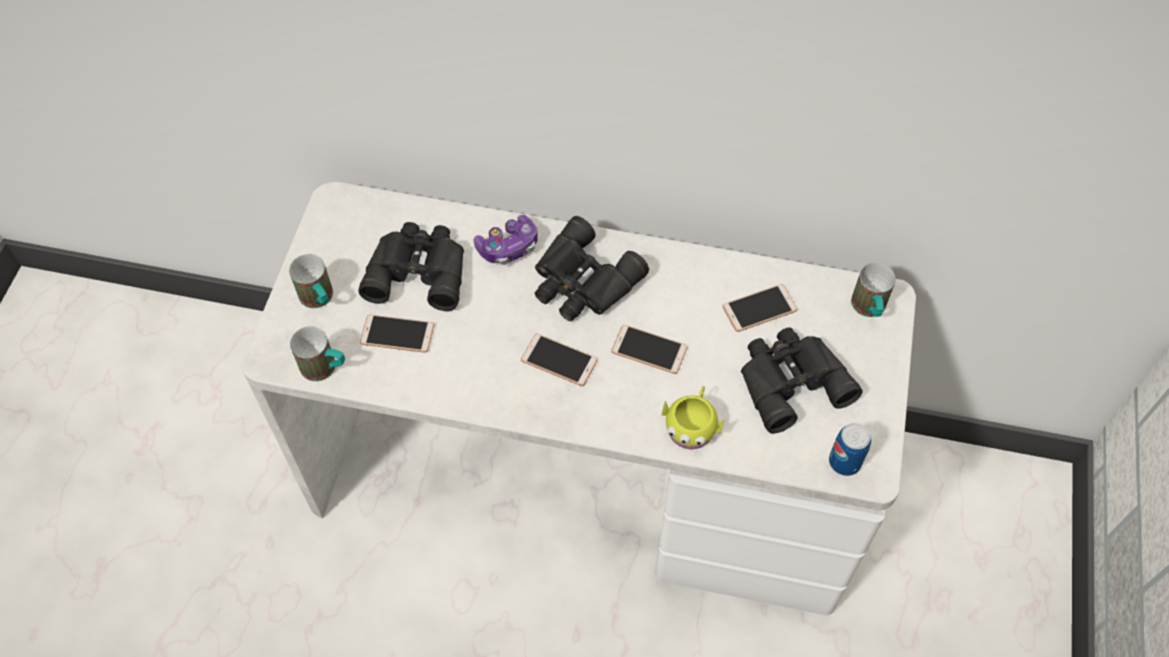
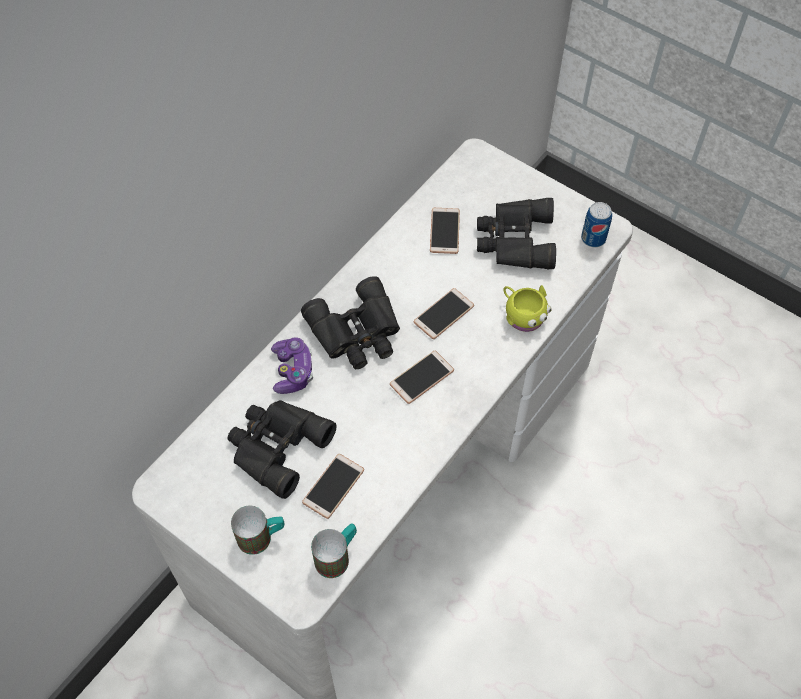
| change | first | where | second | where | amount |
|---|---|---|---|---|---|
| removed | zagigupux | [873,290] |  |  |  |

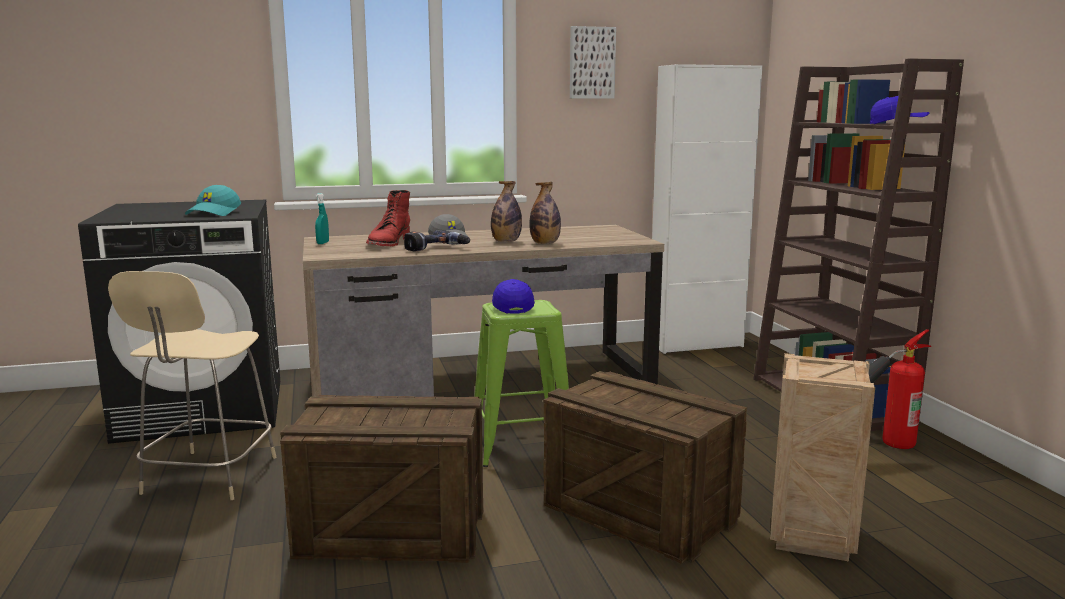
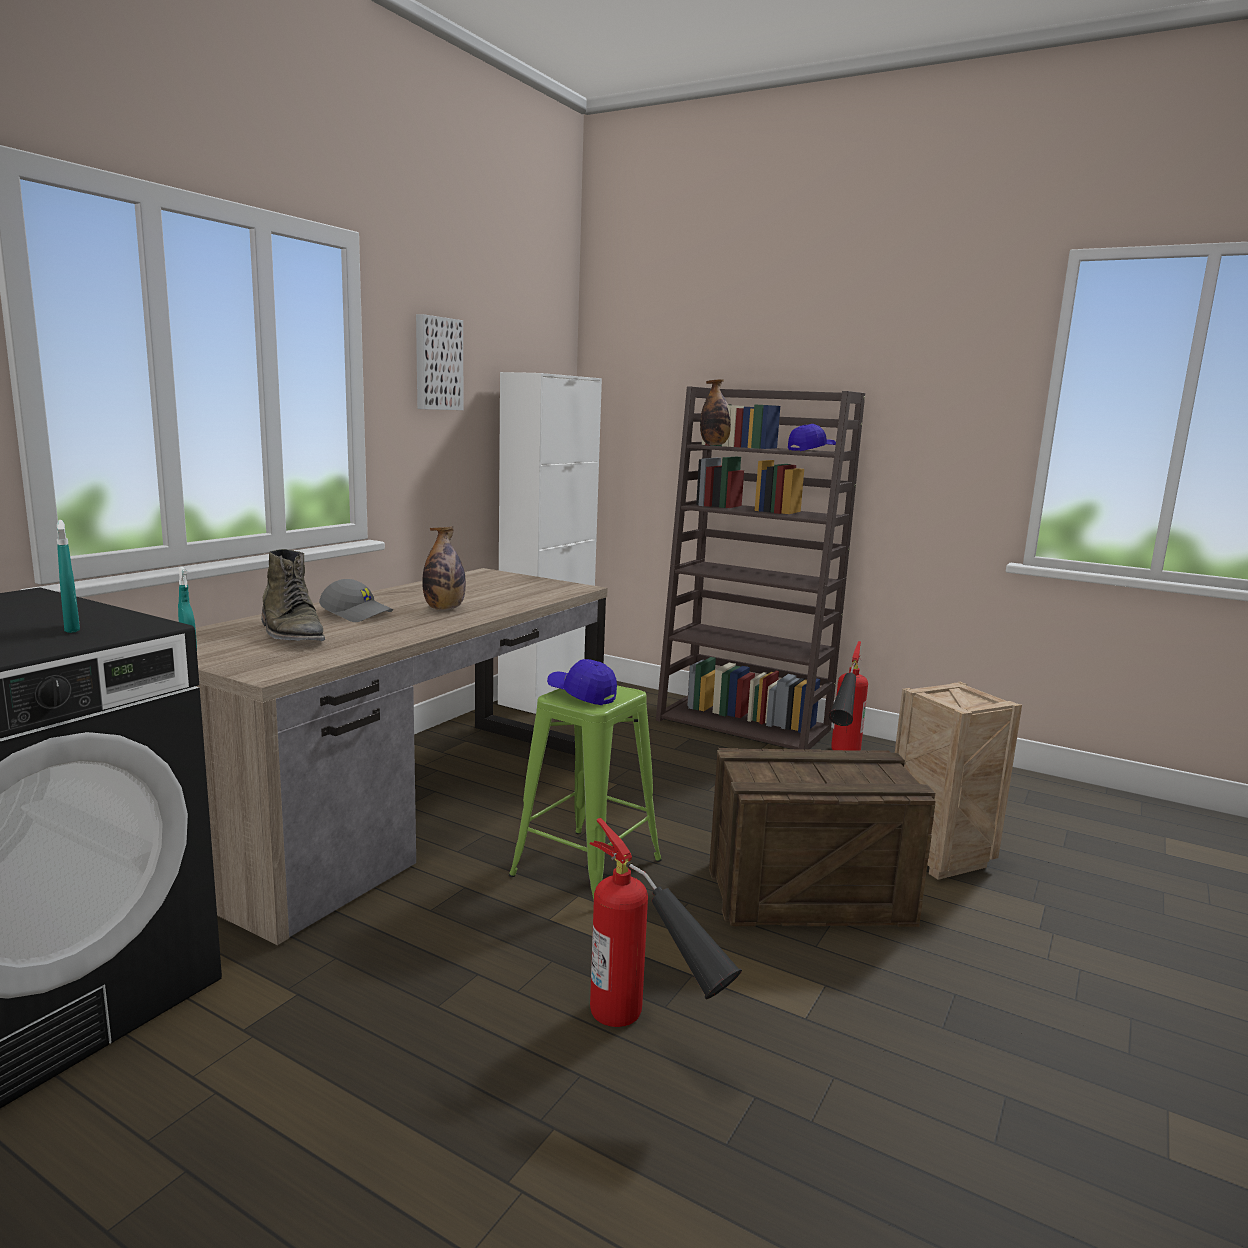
| change | first | where | second | where | amount |
|---|---|---|---|---|---|
| removed | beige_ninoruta | [192,385] |  |  |  |
| removed | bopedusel | [437,241] |  |  |  |
| moved | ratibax | [545,213] |  | [715,412] |  |
| replaced | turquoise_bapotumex | [213,200] | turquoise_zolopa | [68,576] |  |
| replaced | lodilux | [382,479] | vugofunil | [666,922] |  |
| recoloured | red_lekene | [388,218] | green_lekene | [293,595] |  |

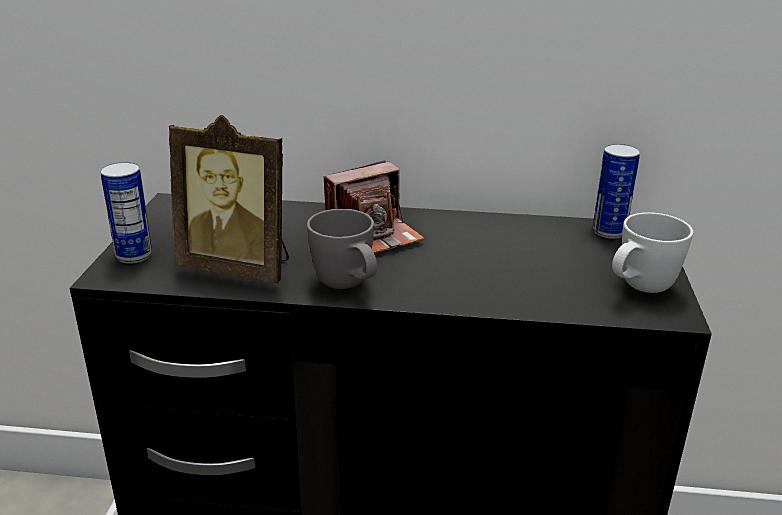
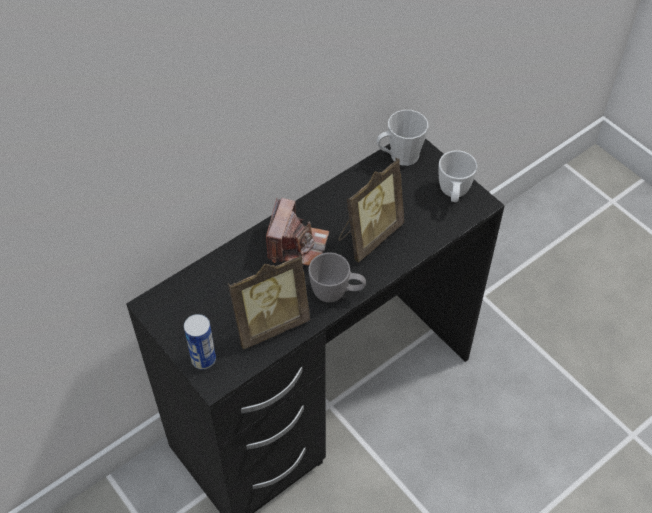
| change | first | where | second | where | amount |
|---|---|---|---|---|---|
| added |  |  | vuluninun | [371,210] |  |
| replaced | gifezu | [616,191] | grey_zagigupux | [402,138] |  |

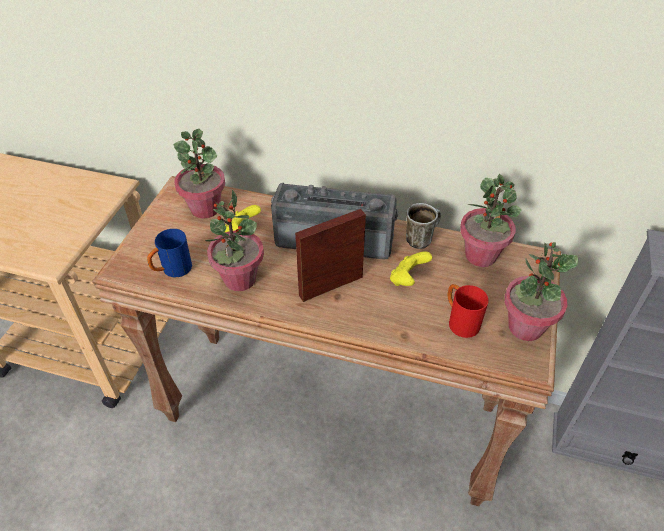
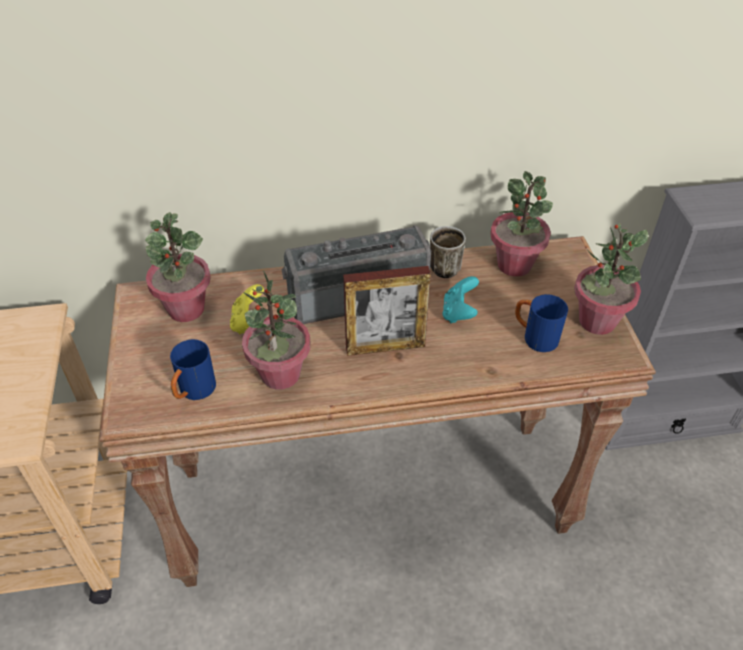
| change | first | where | second | where | amount |
|---|---|---|---|---|---|
| recoloured | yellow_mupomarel | [411,269] | turquoise_mupomarel | [460,299] |  |
| recoloured | red_zagigupux | [468,311] | blue_zagigupux | [541,323] |  |
| turned | vuluninun | [330,255] |  | [387,311] | 135 degrees counterclockwise |

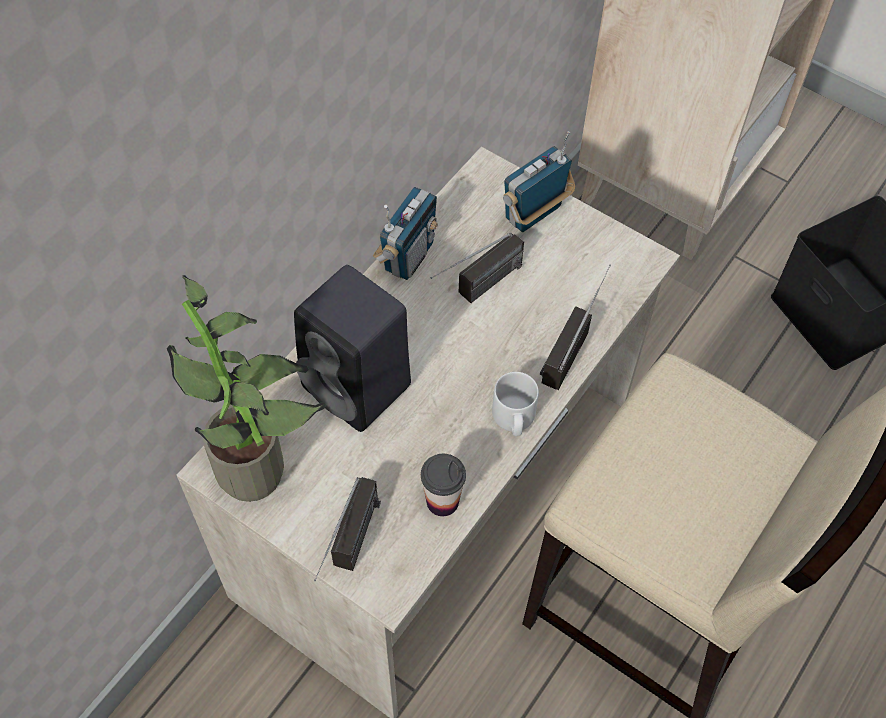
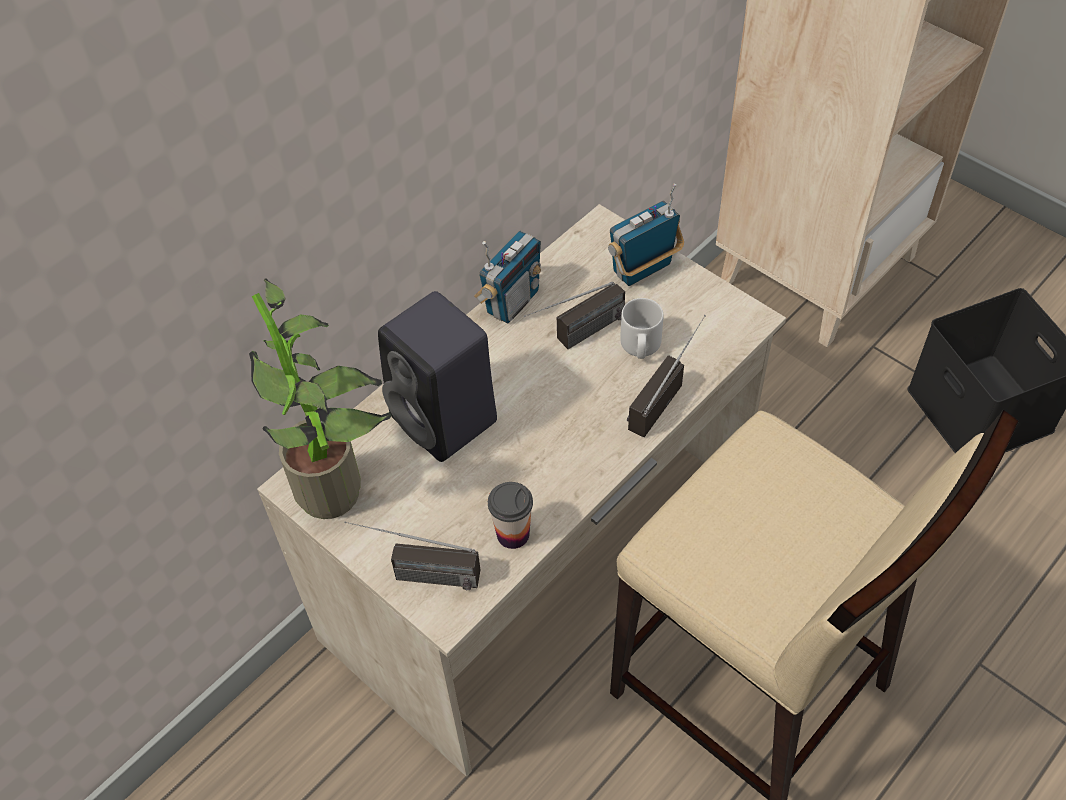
| change | first | where | second | where | amount |
|---|---|---|---|---|---|
| moved | grey_zagigupux | [515,404] |  | [641,328] |  |
| turned | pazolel | [347,529] |  | [412,555] | 75 degrees clockwise |

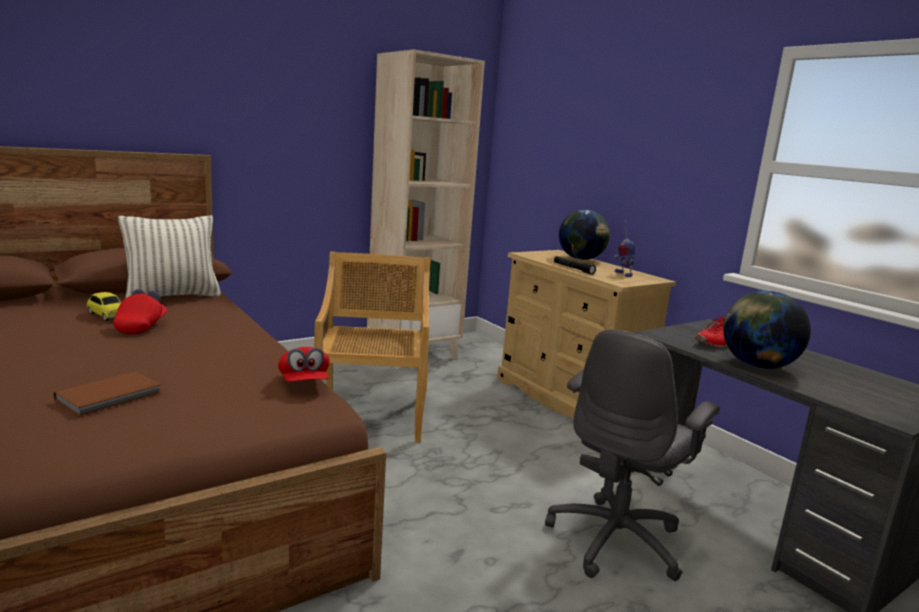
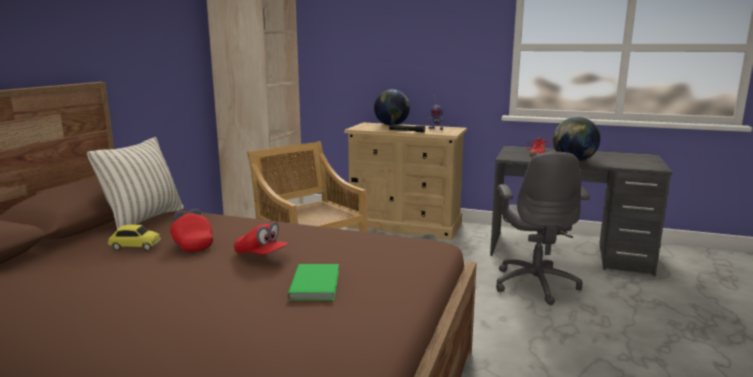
| change | first | where | second | where | amount |
|---|---|---|---|---|---|
| moved | red_bapotumex | [304,364] |  | [261,238] |  |
| recoloured | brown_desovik | [107,394] | green_desovik | [313,282] |  |

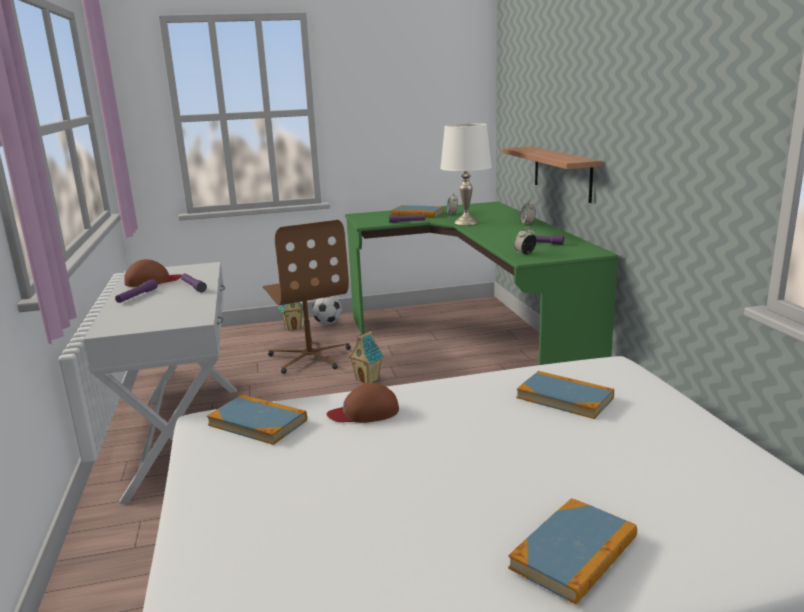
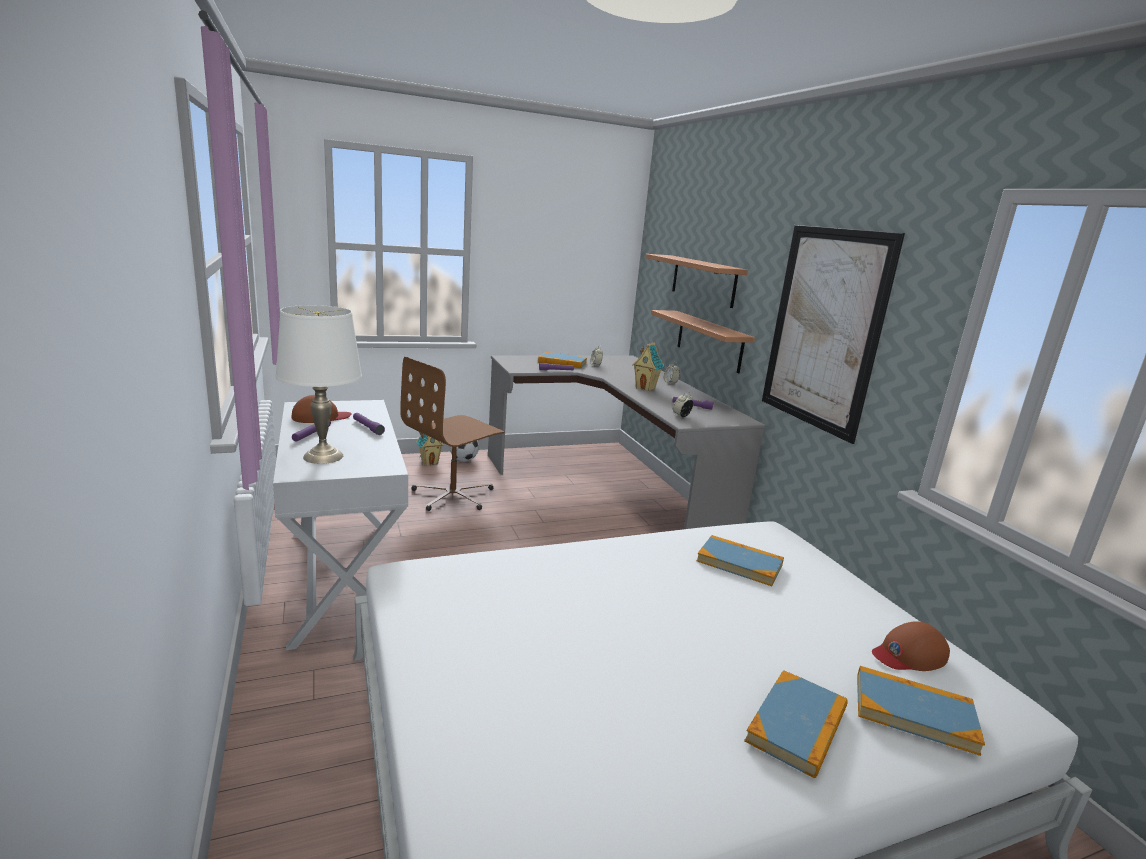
| change | first | where | second | where | amount |
|---|---|---|---|---|---|
| added |  |  | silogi | [697,281] |  |
| added |  |  | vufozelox | [833,334] |  |
| moved | desovik | [257,420] |  | [921,711] |  |
| moved | brown_bapotumex | [363,403] |  | [911,646] |  |
| moved | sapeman | [366,357] |  | [648,366] |  |
| moved | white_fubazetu | [466,174] |  | [318,384] |  |
| recoloured | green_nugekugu | [481,283] | grey_nugekugu | [626,442] |  |
| turned | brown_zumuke | [306,297] |  | [452,433] | 75 degrees clockwise |

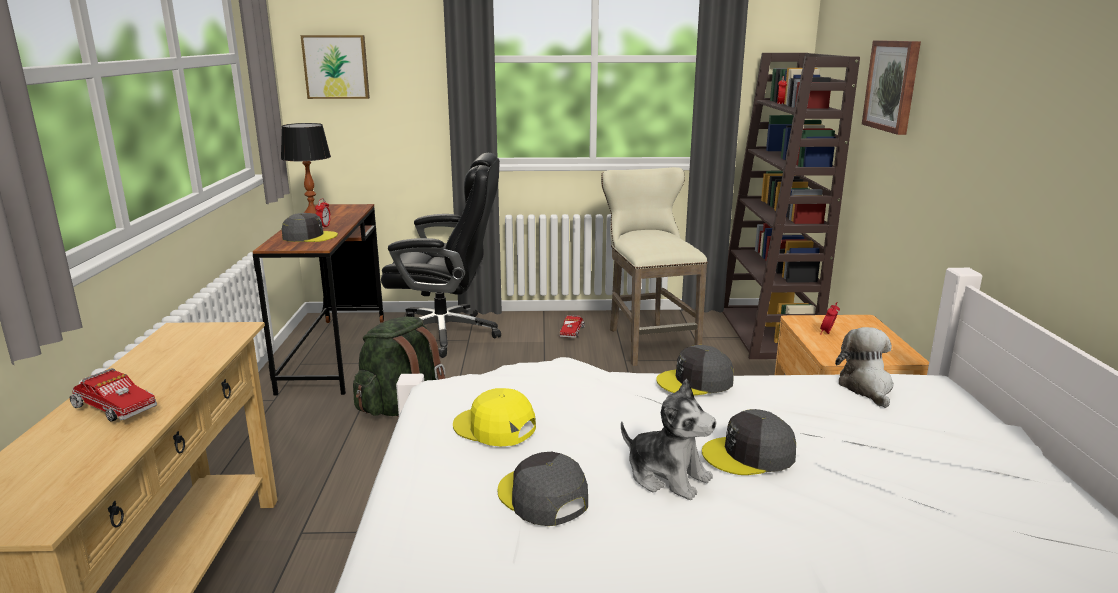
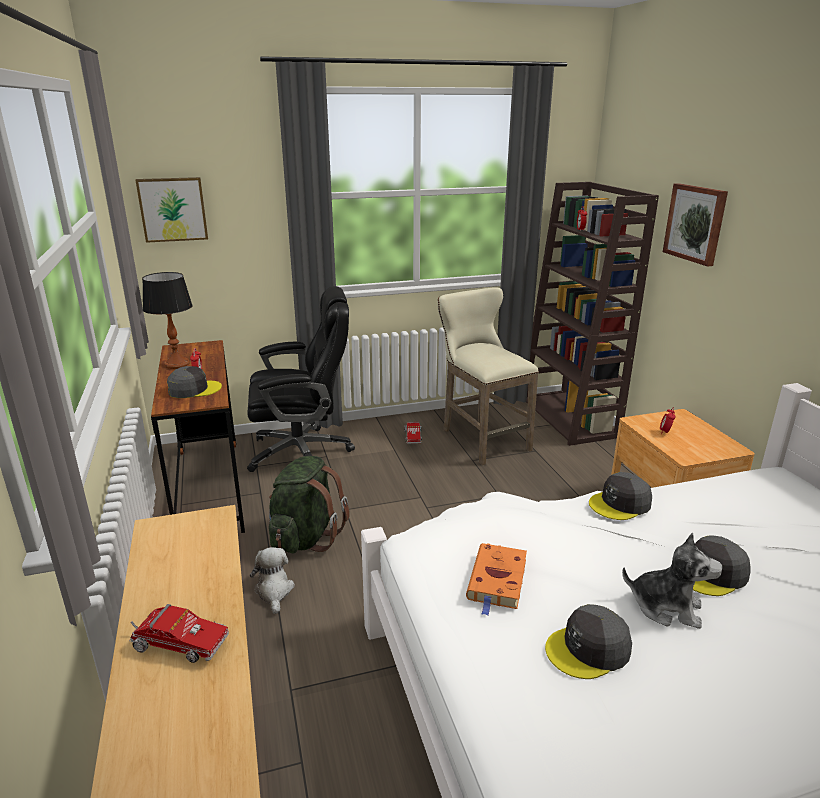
| change | first | where | second | where | amount |
|---|---|---|---|---|---|
| moved | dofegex | [864,367] |  | [272,580] |  |
| replaced | yellow_bapotumex | [494,417] | orange_desovik | [496,579] |  |
| turned | grey_bapotumex | [542,489] |  | [588,641] | 60 degrees counterclockwise |

